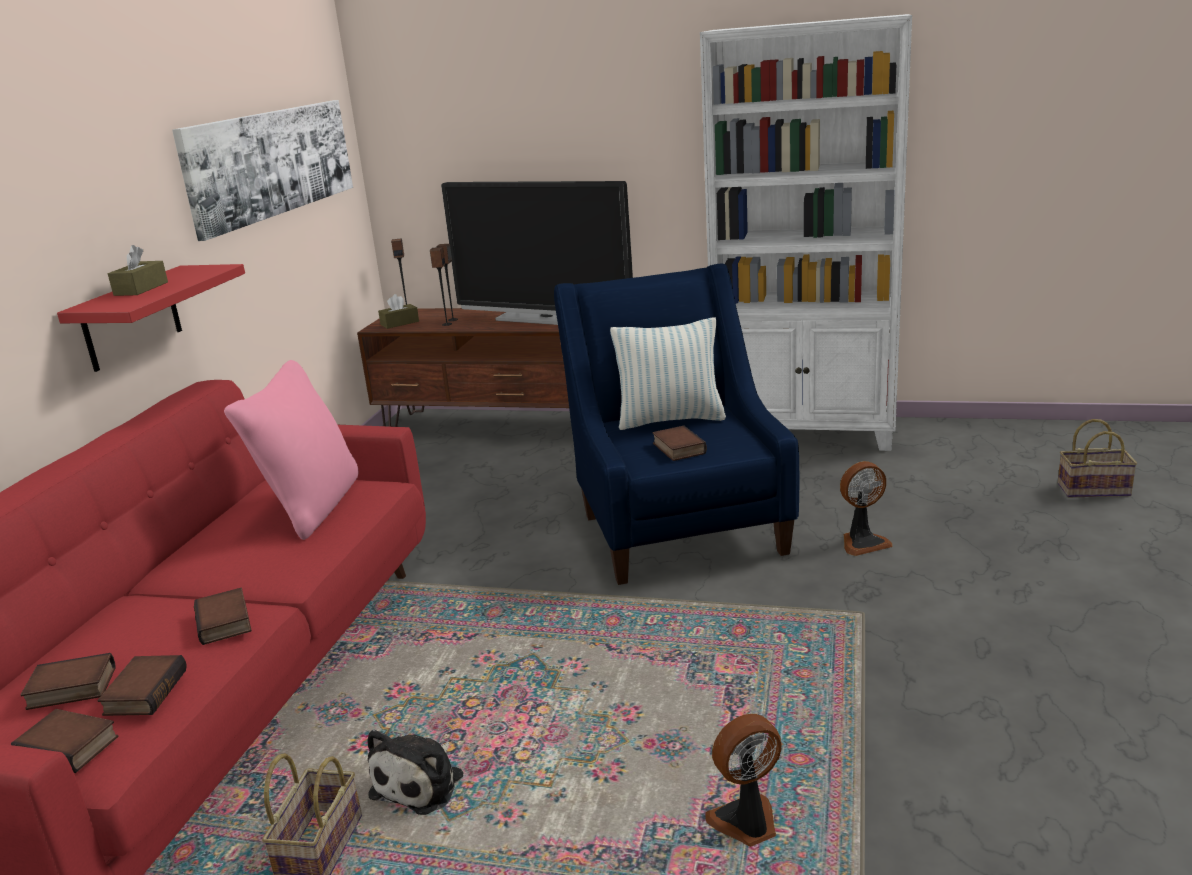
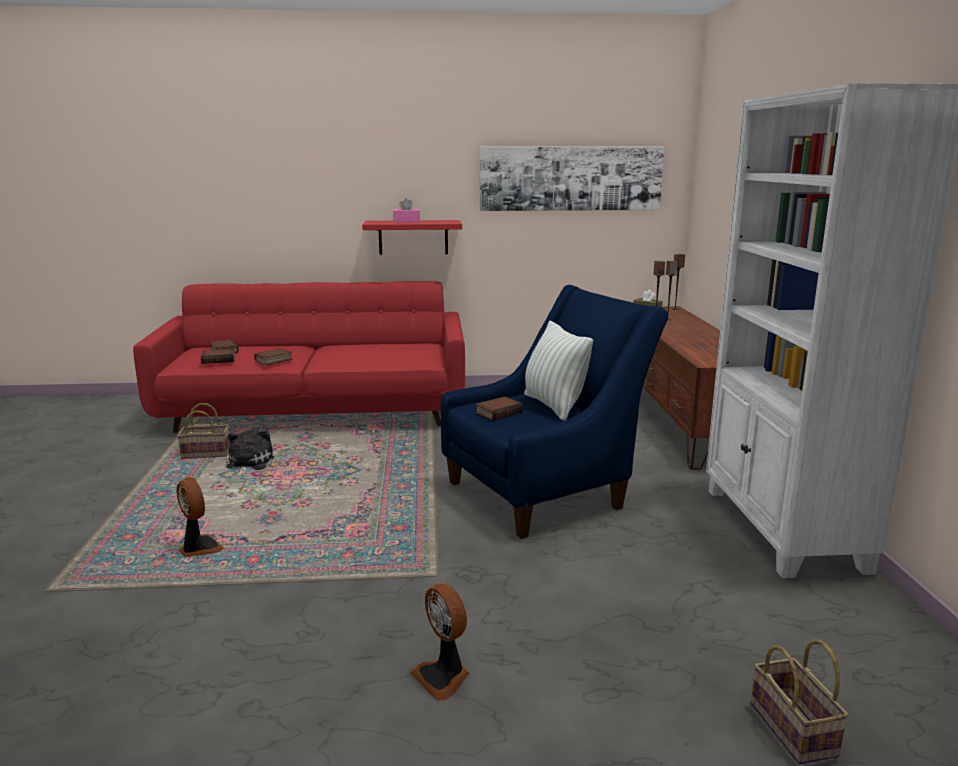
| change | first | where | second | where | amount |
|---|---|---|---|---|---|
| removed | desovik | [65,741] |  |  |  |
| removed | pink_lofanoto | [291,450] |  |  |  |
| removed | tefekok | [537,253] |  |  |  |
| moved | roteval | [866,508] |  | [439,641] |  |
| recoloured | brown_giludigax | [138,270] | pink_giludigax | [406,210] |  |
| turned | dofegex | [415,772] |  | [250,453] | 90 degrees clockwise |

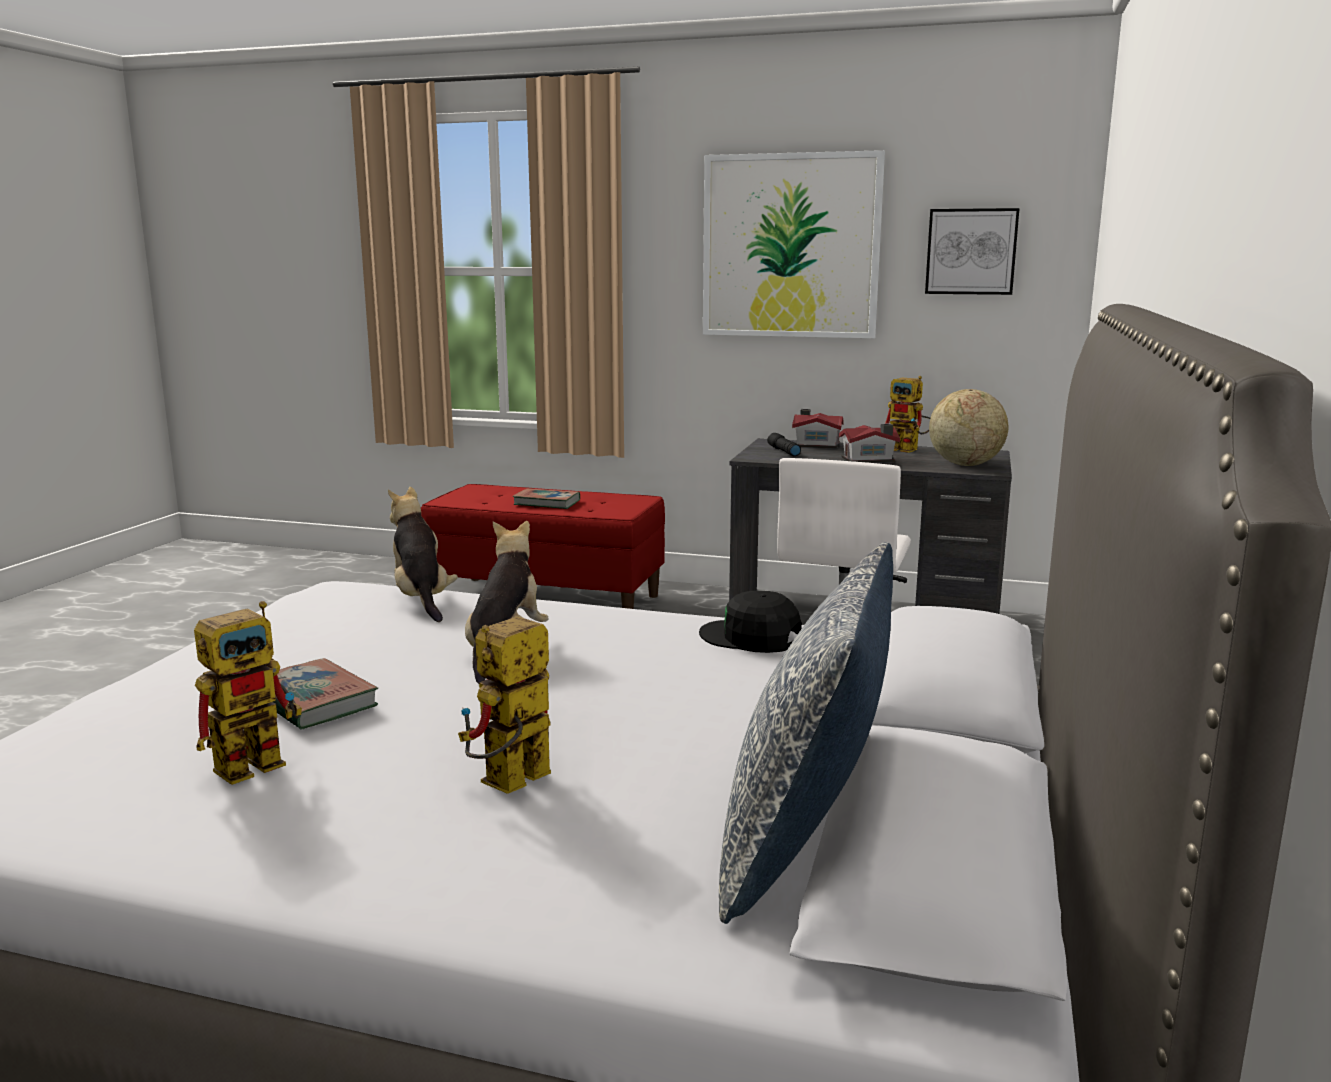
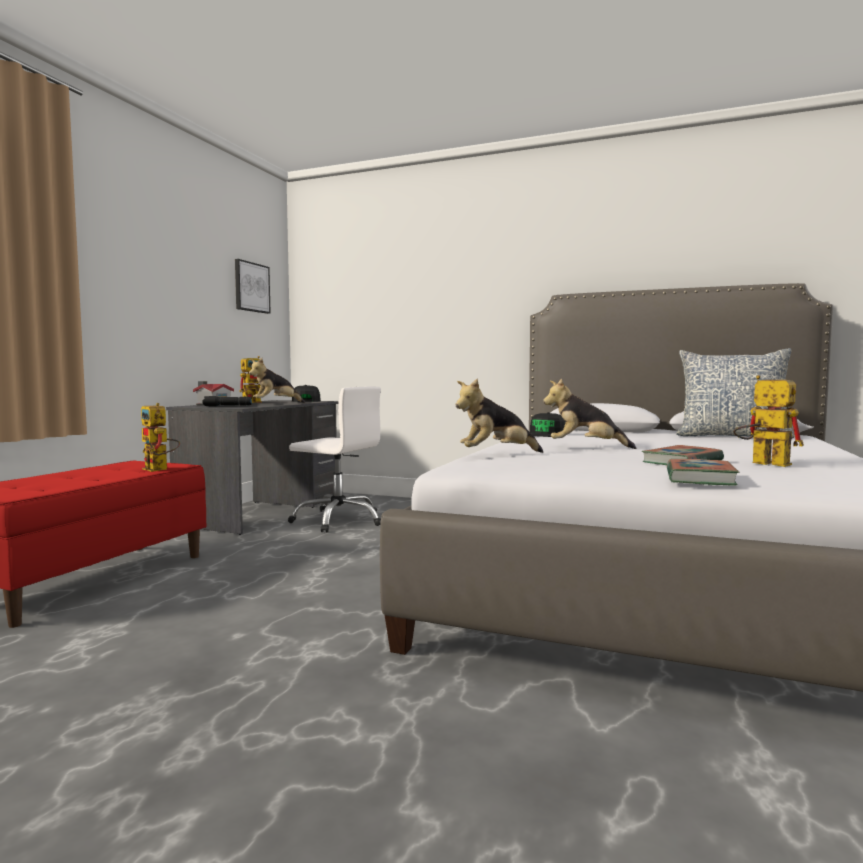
| change | first | where | second | where | amount |
|---|---|---|---|---|---|
| removed | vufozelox | [794,244] |  |  |  |
| moved | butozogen | [504,705] |  | [160,437] |  |
| moved | desovik | [546,498] |  | [703,472] |  |
| replaced | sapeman | [869,443] | dofegex | [277,380] |  |
| replaced | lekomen | [968,427] | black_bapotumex | [306,393] |  |

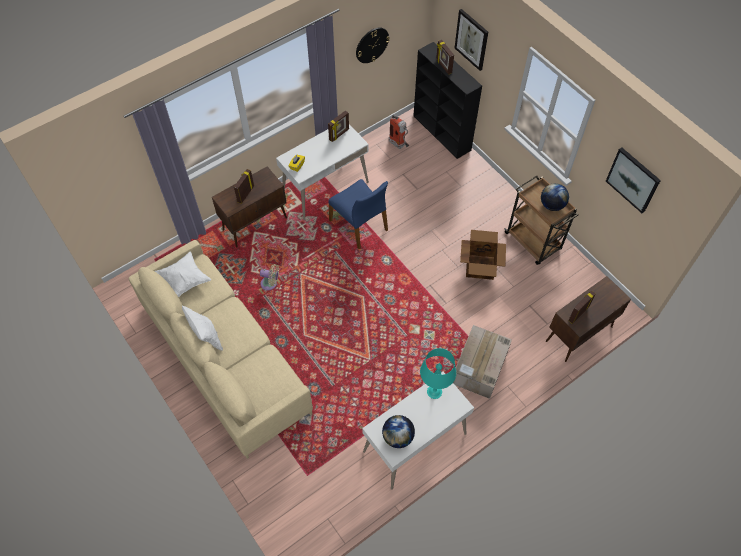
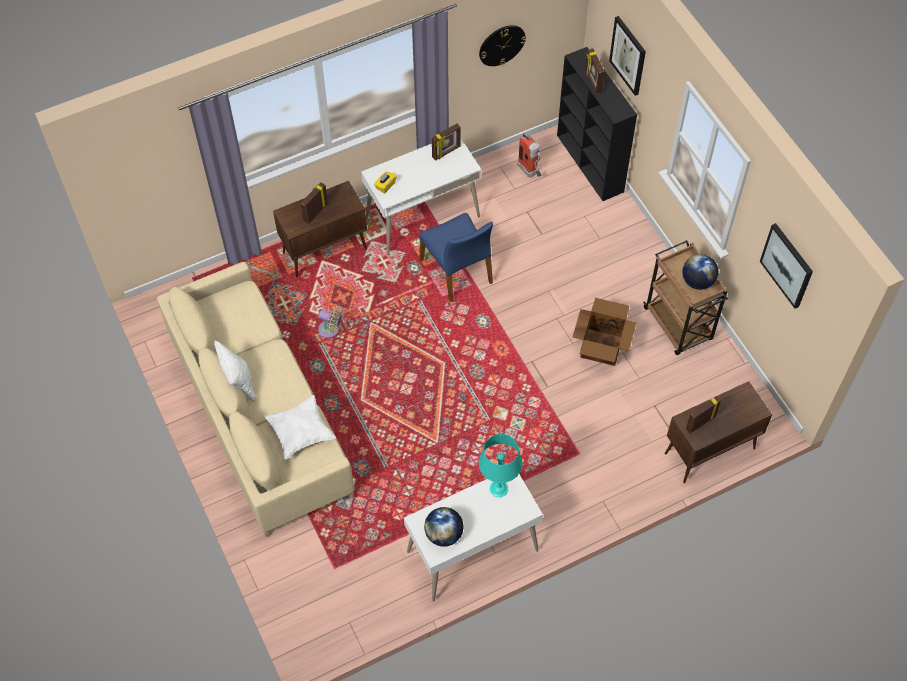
| change | first | where | second | where | amount |
|---|---|---|---|---|---|
| removed | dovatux | [482,362] |  |  |  |
| moved | white_lofanoto | [182,274] |  | [300,427] |  |

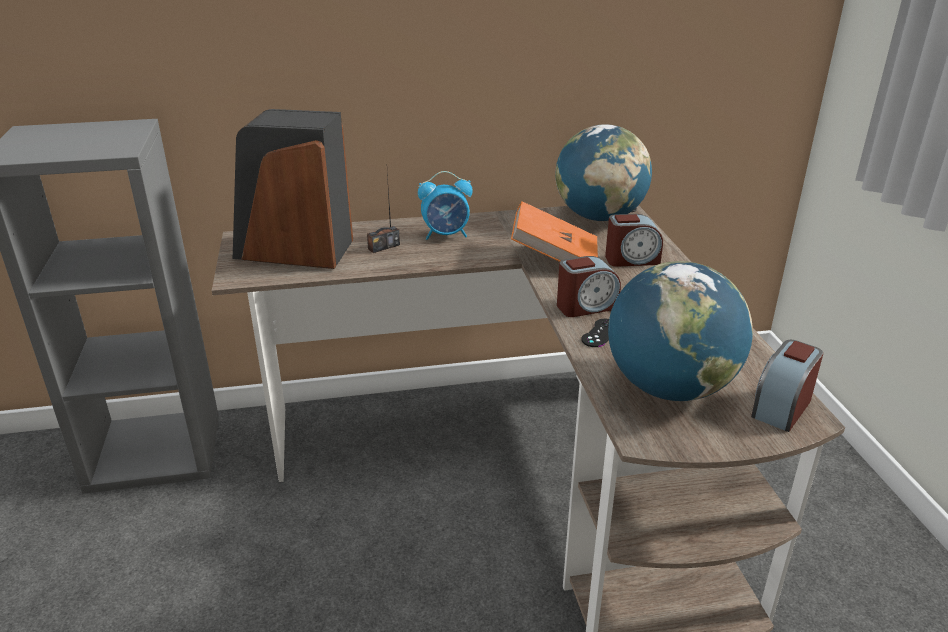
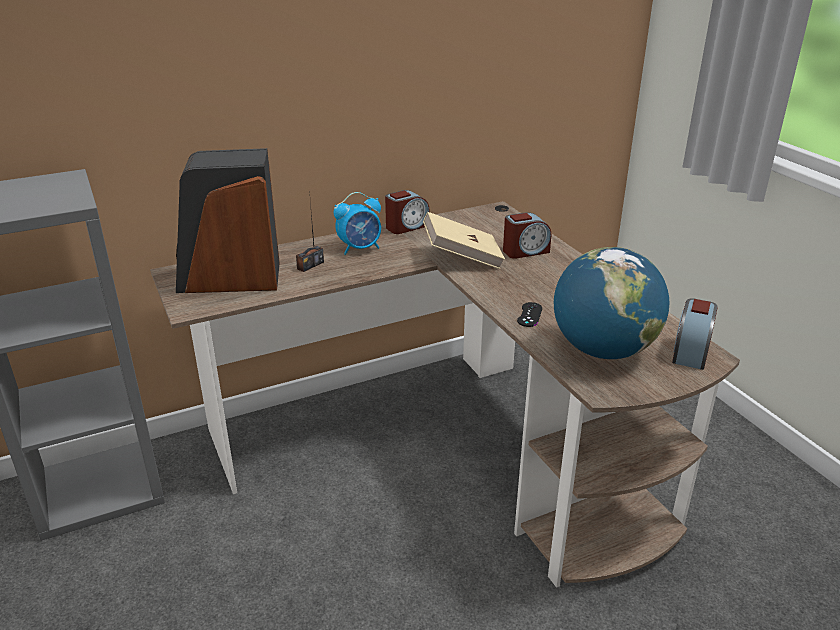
| change | first | where | second | where | amount |
|---|---|---|---|---|---|
| removed | lekomen | [603,172] |  |  |  |
| moved | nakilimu | [589,286] |  | [407,212] |  |
| recoloured | orange_desovik | [554,231] | beige_desovik | [464,240] |  |

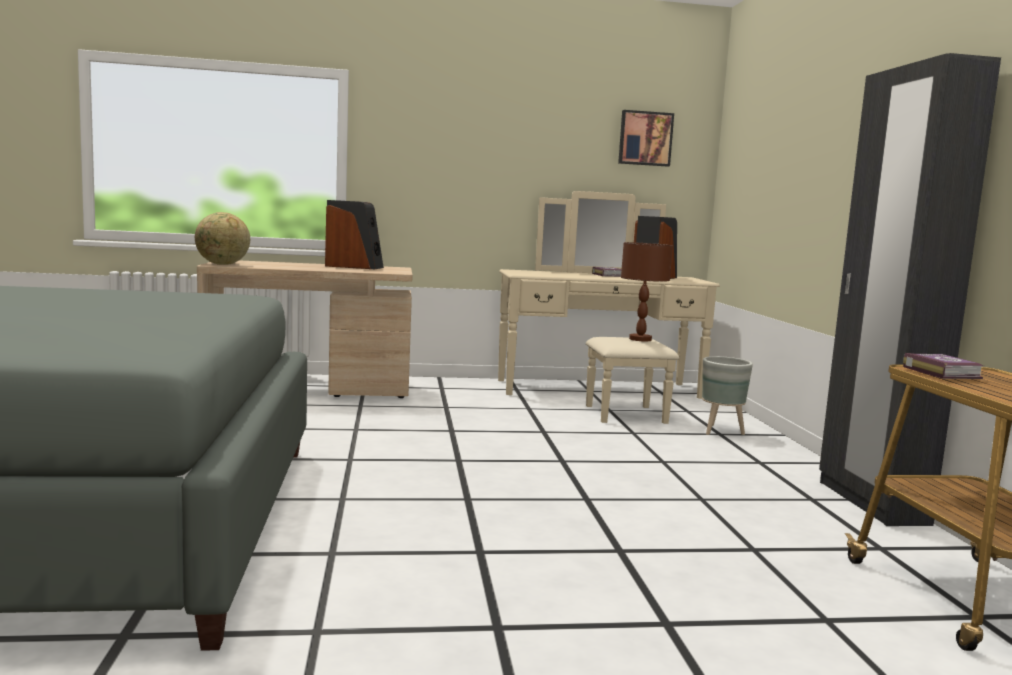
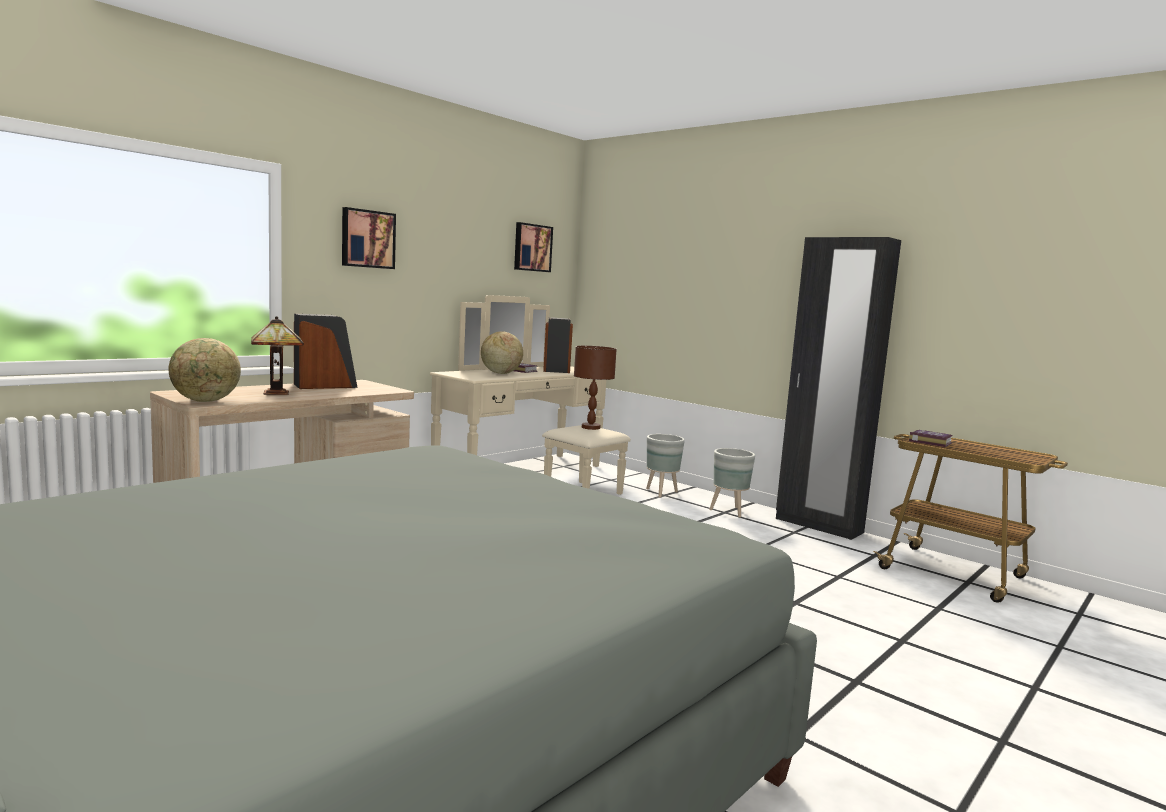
| change | first | where | second | where | amount |
|---|---|---|---|---|---|
| added |  |  | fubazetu | [277,355] |  |
| added |  |  | vufozelox | [369,238] |  |
| added |  |  | lekomen | [502,352] |  |
| added |  |  | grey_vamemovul | [732,482] |  |

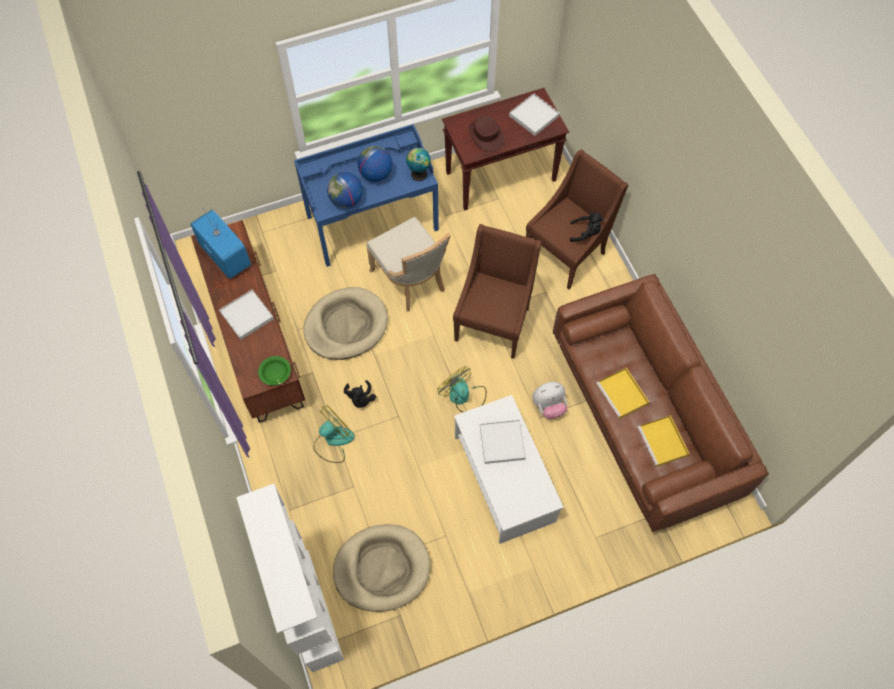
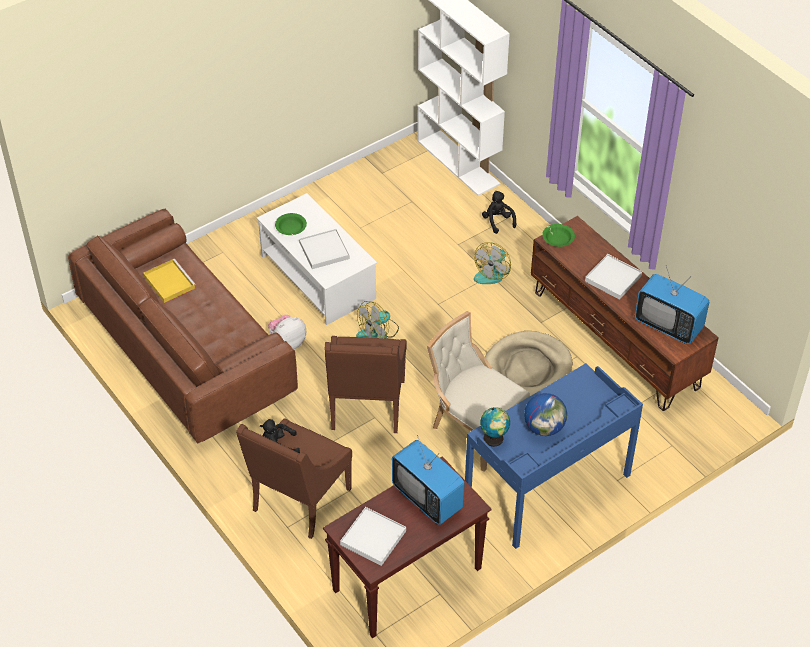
| change | first | where | second | where | amount |
|---|---|---|---|---|---|
| removed | lekomen | [345,190] |  |  |  |
| removed | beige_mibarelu | [381,568] |  |  |  |
| removed | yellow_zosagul | [622,393] |  |  |  |
| added |  |  | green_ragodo | [291,224] |  |
| moved | black_dofegex | [360,394] |  | [499,212] |  |
| replaced | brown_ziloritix | [486,133] | tefekok | [428,480] |  |
| turned | roteval | [462,389] |  | [377,320] | 105 degrees clockwise |

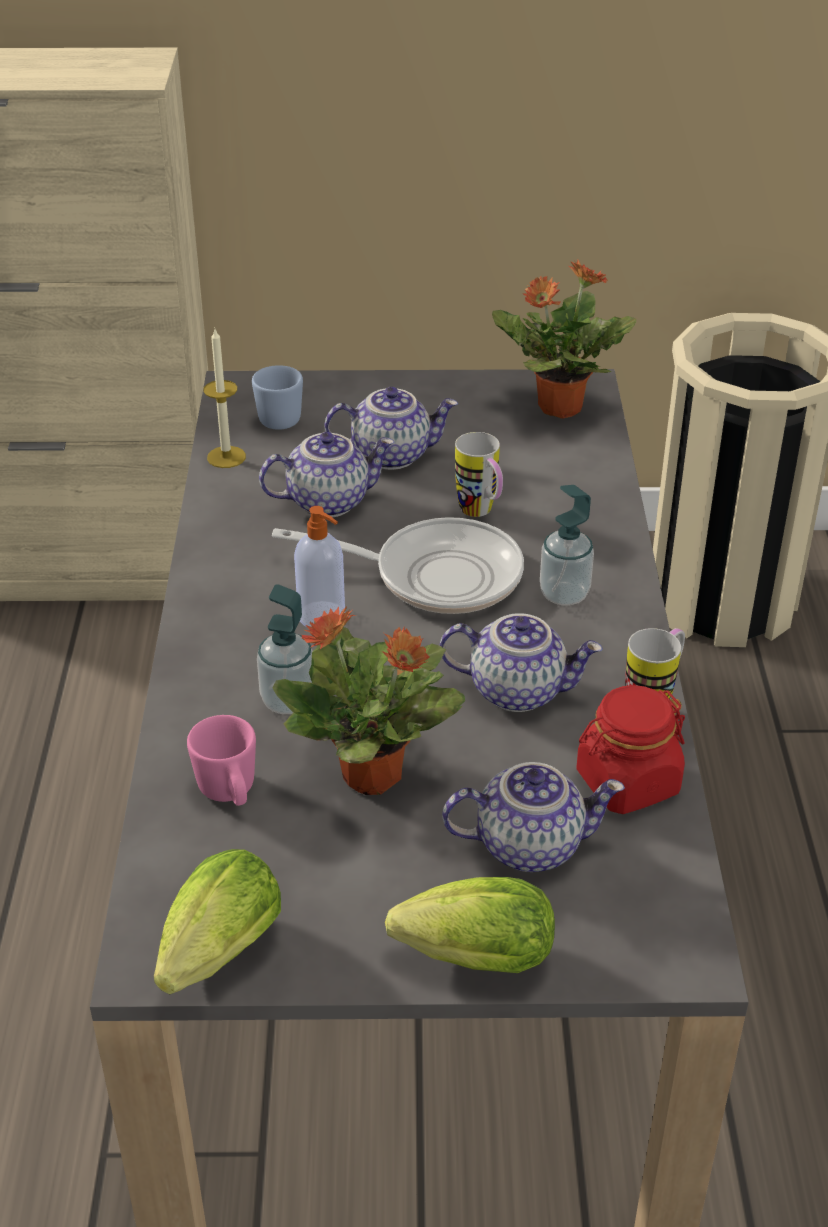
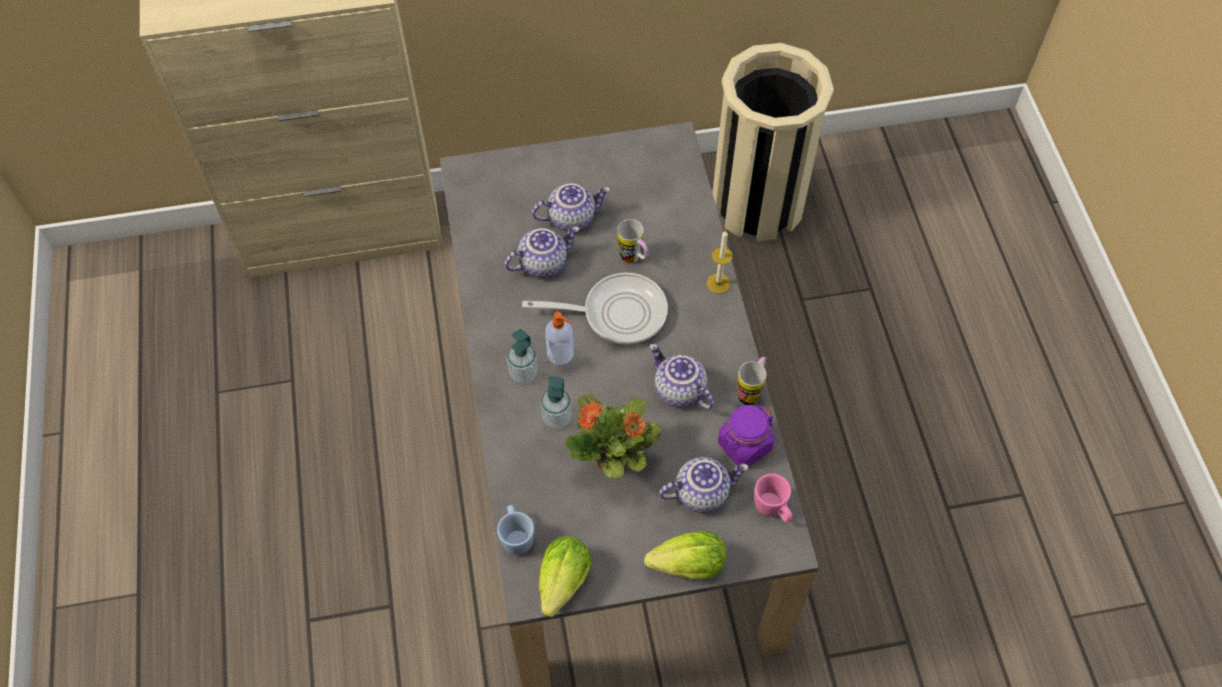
| change | first | where | second | where | amount |
|---|---|---|---|---|---|
| removed | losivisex | [564,339] |  |  |  |
| moved | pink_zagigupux | [221,760] |  | [773,497] |  |
| moved | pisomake | [224,398] |  | [719,262] |  |
| moved | blue_zagigupux | [277,397] |  | [515,530] |  |
| moved | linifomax | [567,545] |  | [522,356] |  |
| recoloured | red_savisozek | [630,749] | purple_savisozek | [746,435] |  |
| turned | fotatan | [521,662] |  | [681,377] | 135 degrees counterclockwise |

